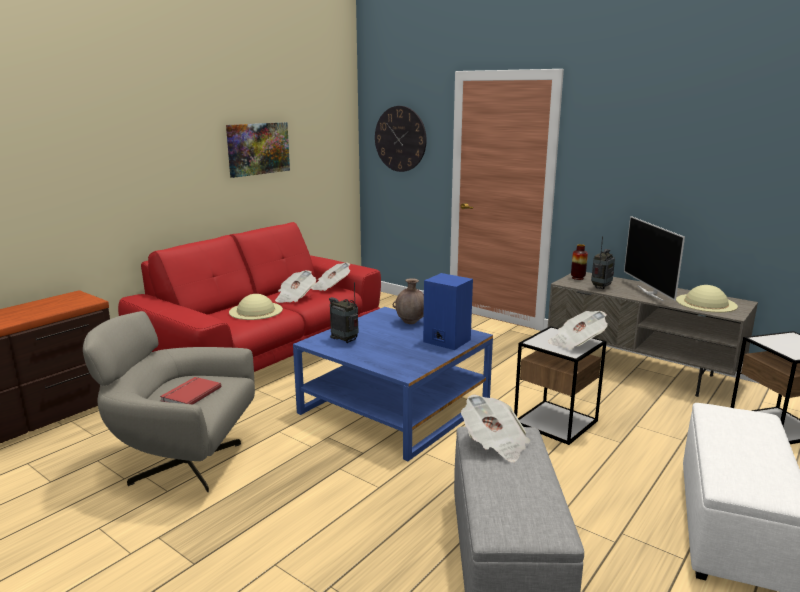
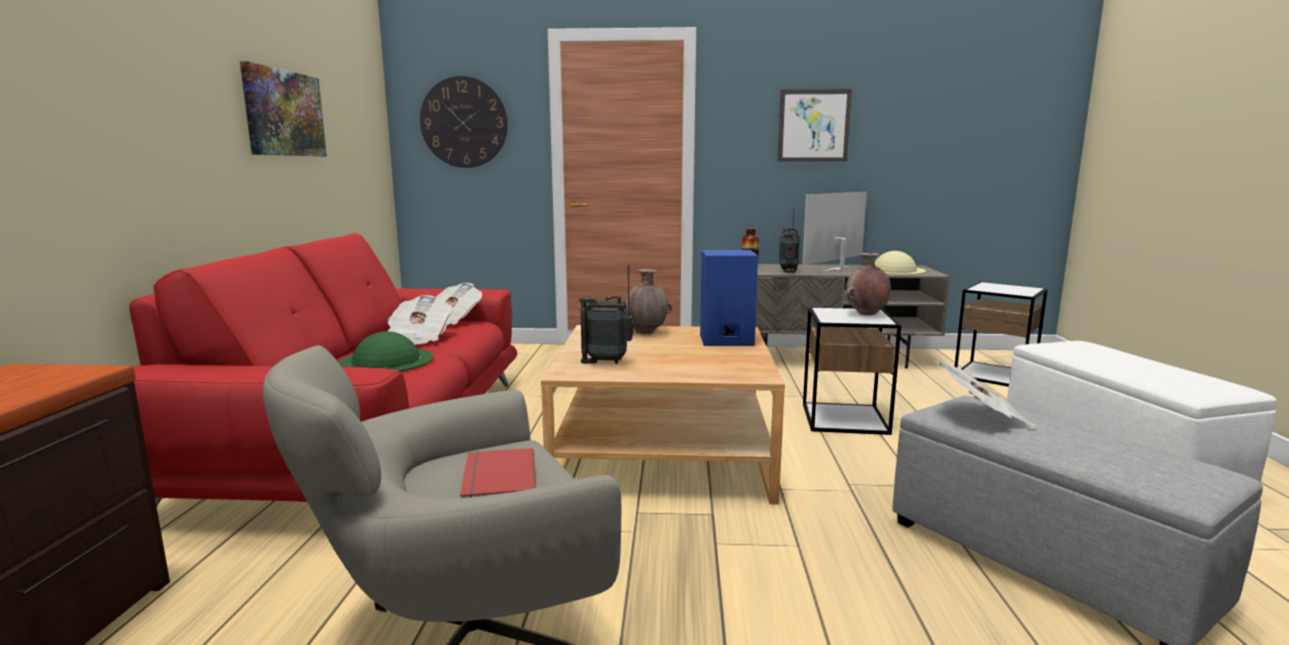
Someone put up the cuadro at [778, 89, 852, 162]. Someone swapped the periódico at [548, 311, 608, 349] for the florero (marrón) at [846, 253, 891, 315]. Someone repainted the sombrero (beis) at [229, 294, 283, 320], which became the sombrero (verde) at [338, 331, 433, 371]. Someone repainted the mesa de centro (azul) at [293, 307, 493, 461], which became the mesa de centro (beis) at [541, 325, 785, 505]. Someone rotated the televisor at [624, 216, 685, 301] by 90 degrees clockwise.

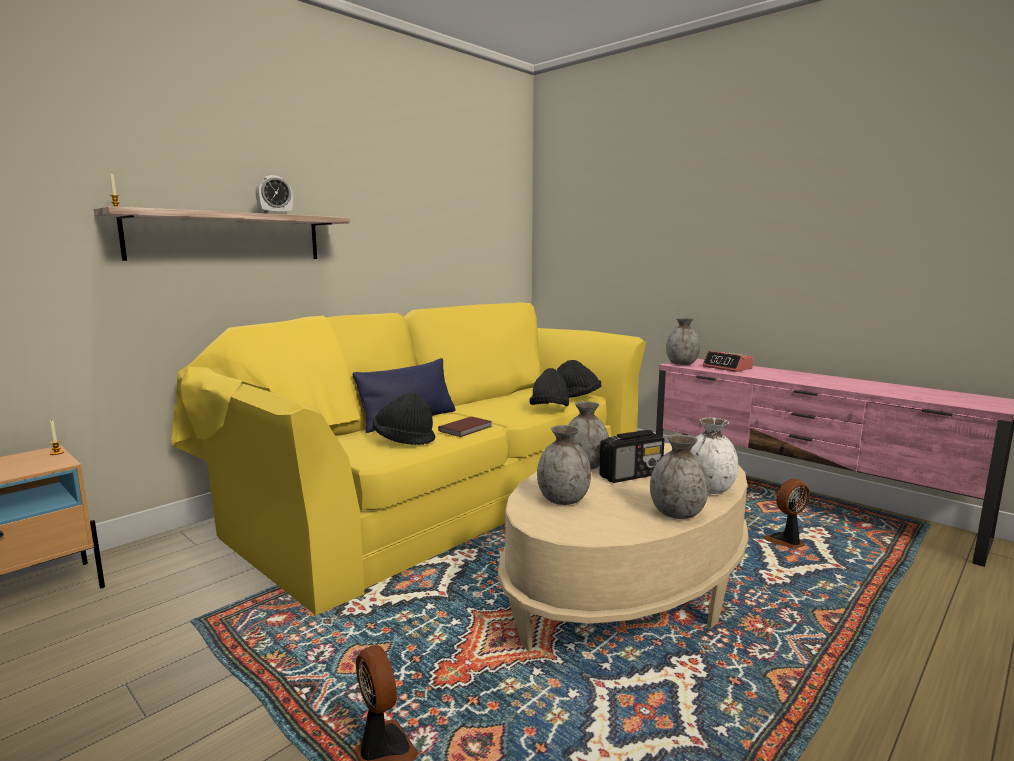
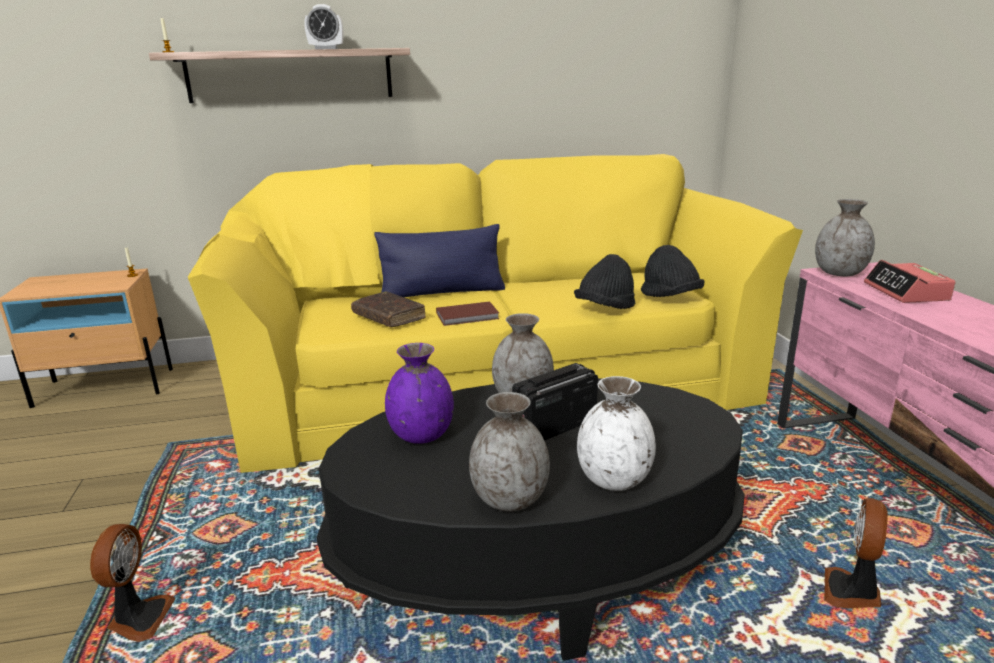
Someone swapped the sombrero (negro) at [373, 393, 435, 445] for the libro (marrón) at [351, 291, 426, 327]. Someone repainted the mesa de centro (beis) at [498, 443, 749, 651], which became the mesa de centro (negro) at [316, 378, 745, 661]. Someone repainted the florero (gris) at [537, 425, 591, 505], which became the florero (morado) at [385, 343, 454, 444]. Someone rotated the radio at [599, 430, 664, 483] by 135 degrees clockwise. Someone rotated the ventilador at [763, 479, 810, 549] by 75 degrees counterclockwise.

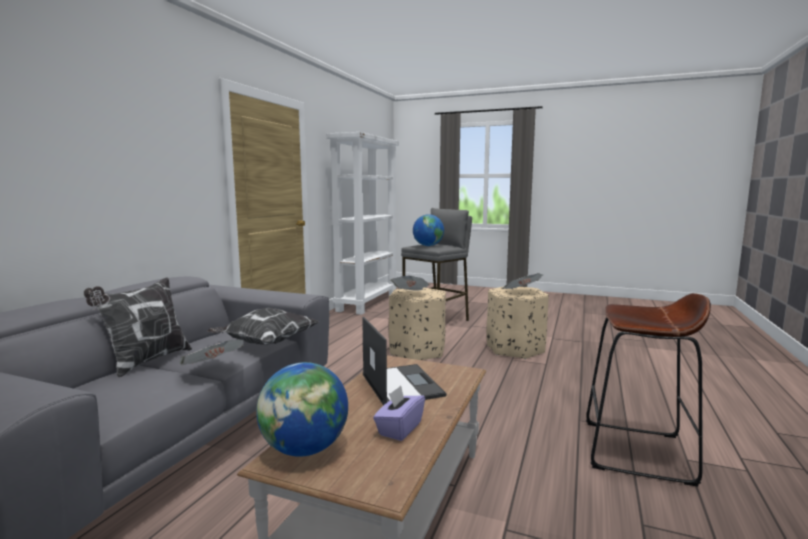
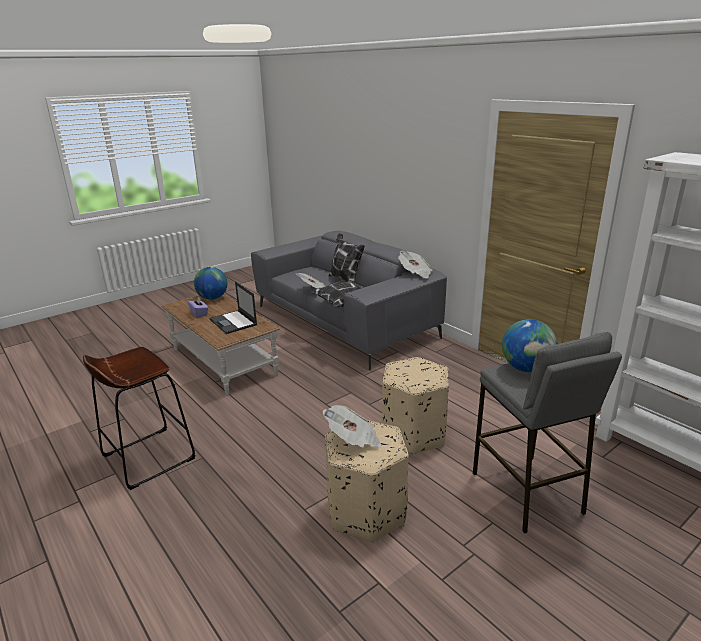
Someone carried the periódico from [390, 276, 430, 291] to [398, 251, 432, 278]. Someone rotated the portátil at [362, 317, 447, 405] by 45 degrees clockwise.

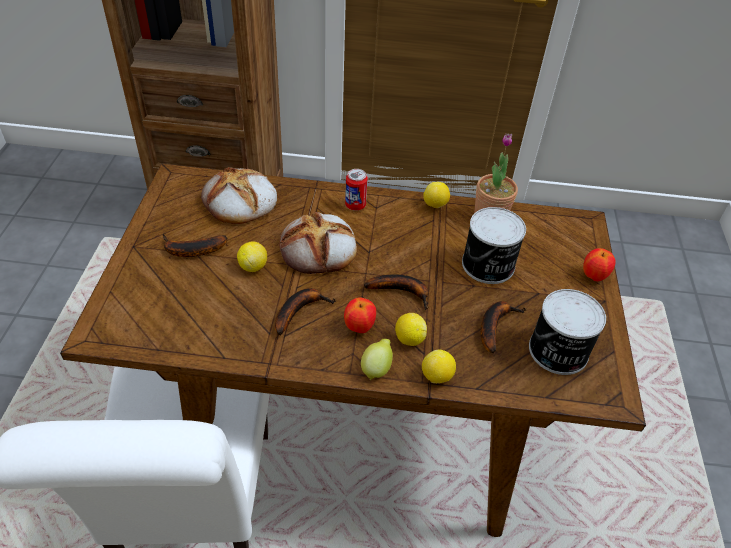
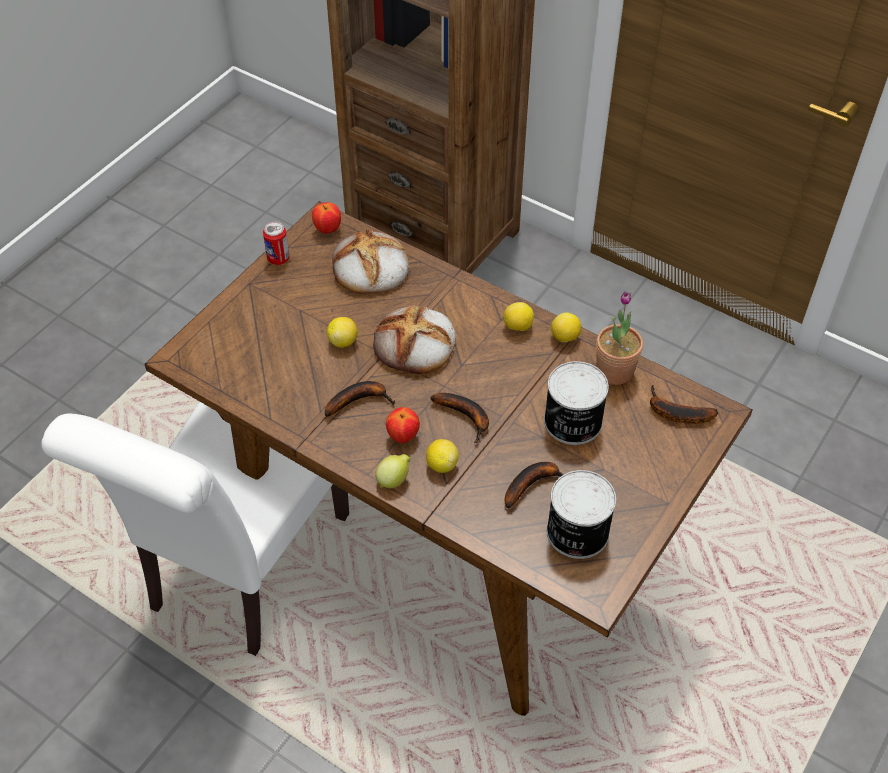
Someone carried the plátano from [163, 233, 228, 257] to [650, 384, 718, 424]. Someone carried the lata from [345, 169, 368, 211] to [263, 222, 290, 265]. Someone carried the limón from [422, 349, 456, 383] to [504, 302, 534, 331]. Someone carried the manzana from [583, 248, 616, 281] to [312, 202, 341, 234].

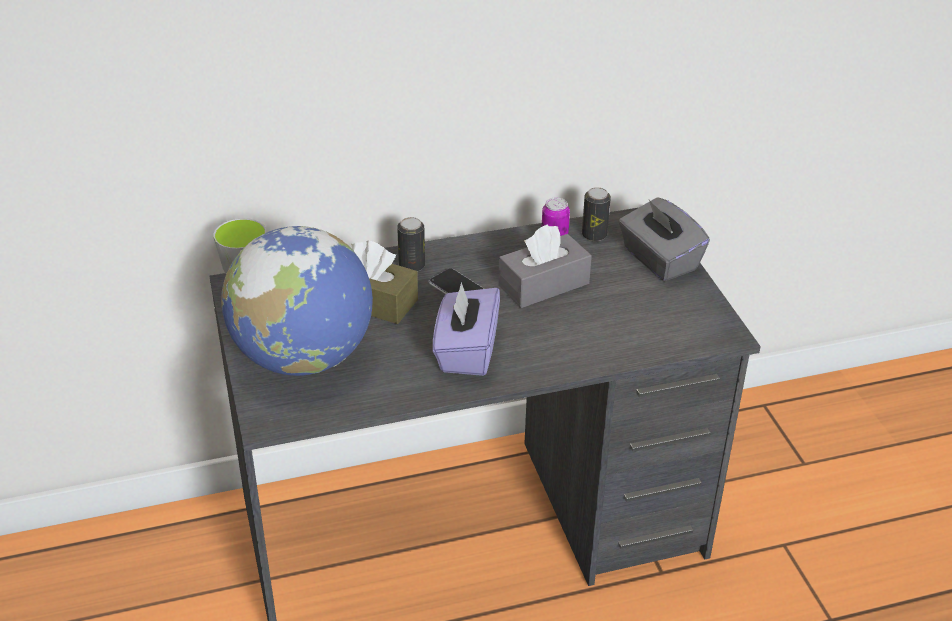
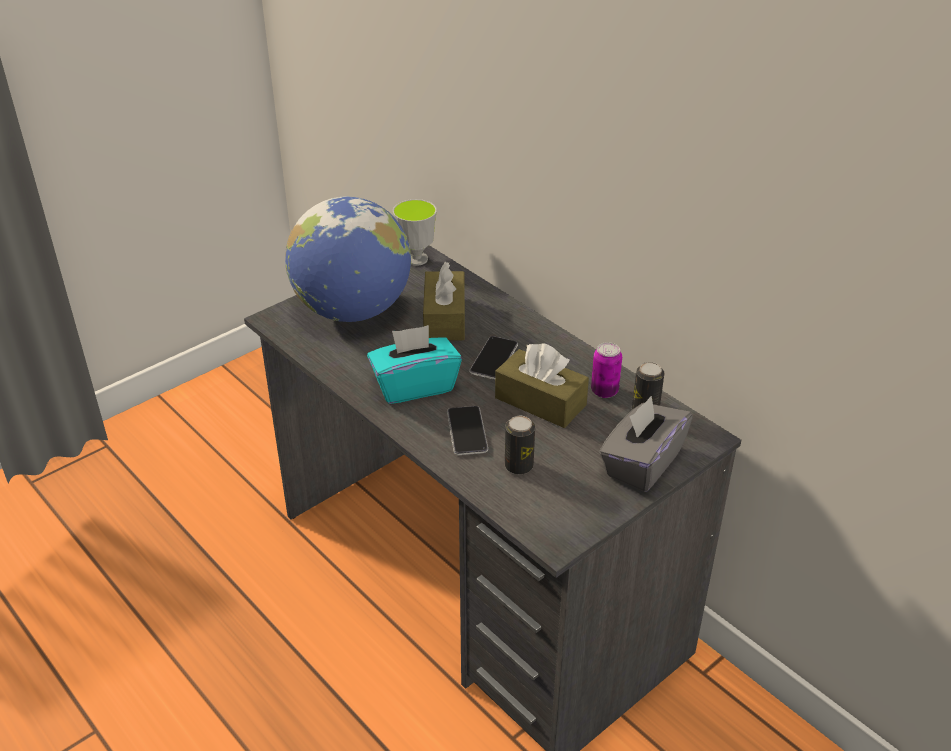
Someone put down the móvil at [447, 406, 488, 455]. Someone carried the lata from [397, 217, 425, 272] to [505, 416, 535, 475]. Someone repainted the caja de pañuelos (morado) at [433, 282, 500, 376], which became the caja de pañuelos (turquesa) at [367, 325, 462, 404]. Someone repainted the caja de pañuelos (gris) at [498, 224, 592, 308], which became the caja de pañuelos (marrón) at [495, 343, 589, 428].

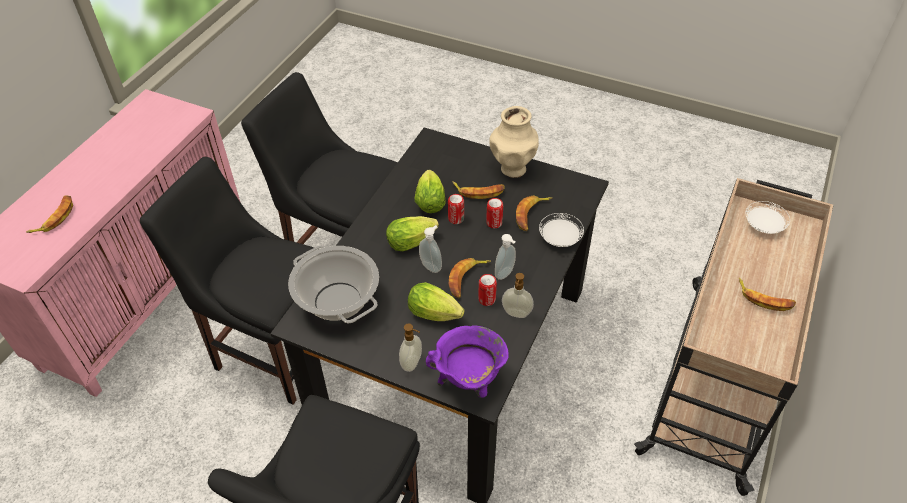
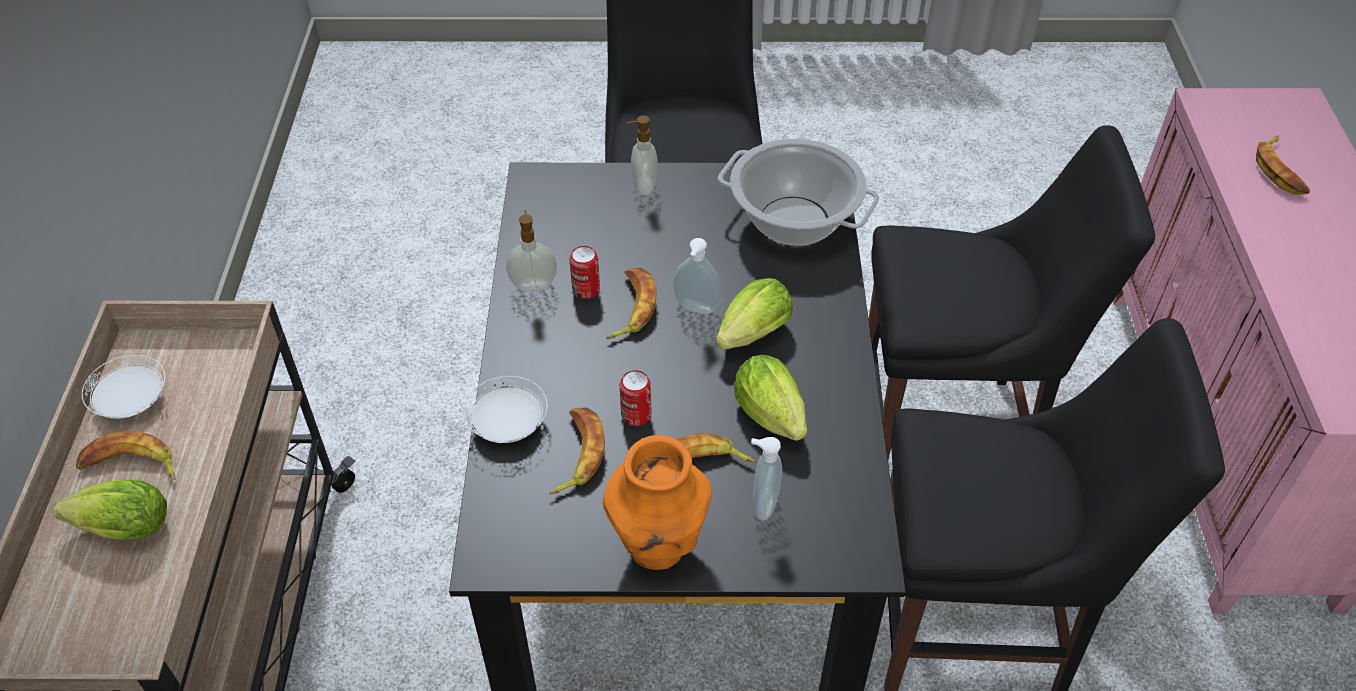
Someone took away the olla (morado) at [426, 325, 509, 398]. Someone took away the lata at [448, 194, 464, 224]. Someone carried the lechuga from [408, 282, 465, 321] to [54, 480, 167, 540]. Someone carried the dispensador de jabón from [495, 234, 516, 280] to [751, 437, 782, 520]. Someone carried the plato (blanco) from [746, 201, 790, 234] to [82, 355, 165, 419]. Someone repainted the florero (beis) at [489, 106, 539, 178], which became the florero (naranja) at [603, 435, 712, 570].

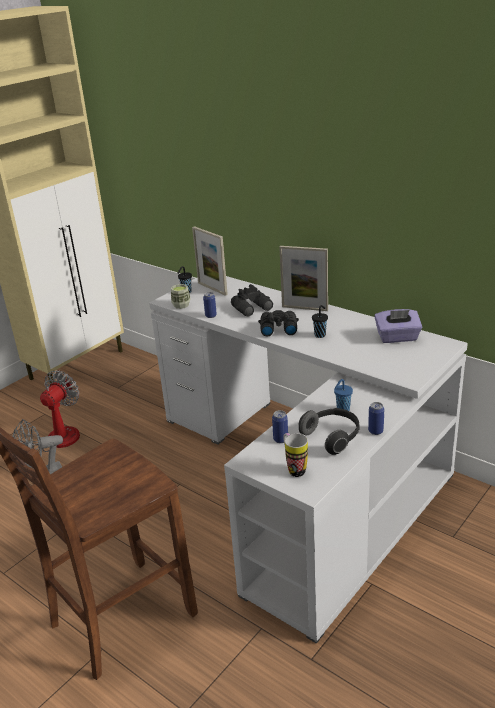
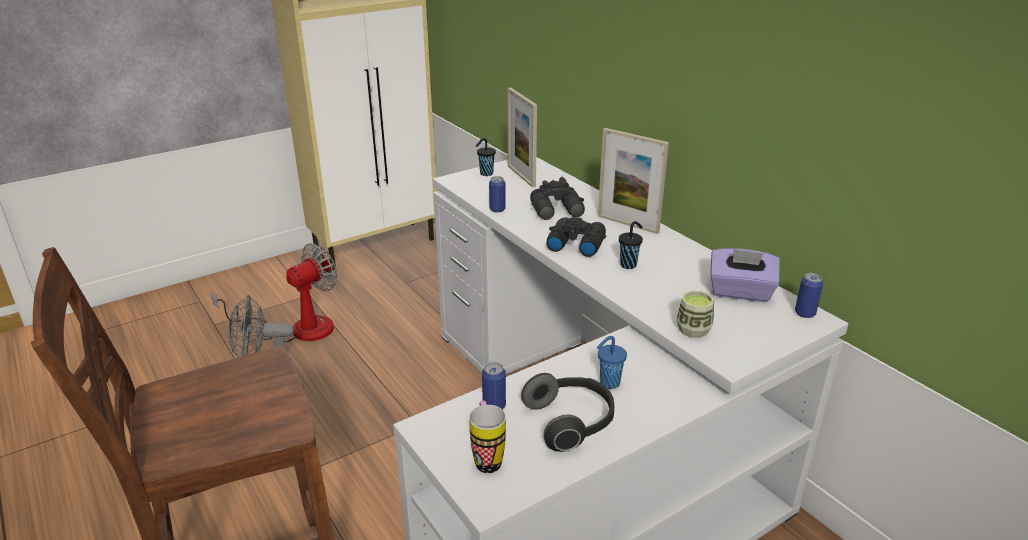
Someone carried the taza from [171, 284, 191, 309] to [676, 291, 714, 338]. Someone carried the lata from [368, 402, 384, 435] to [795, 273, 823, 318].

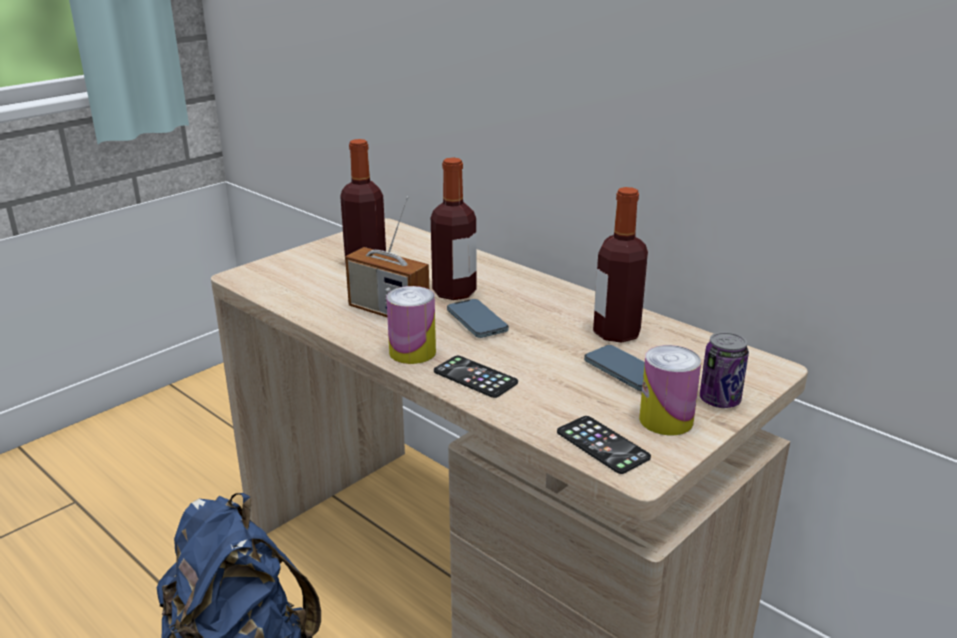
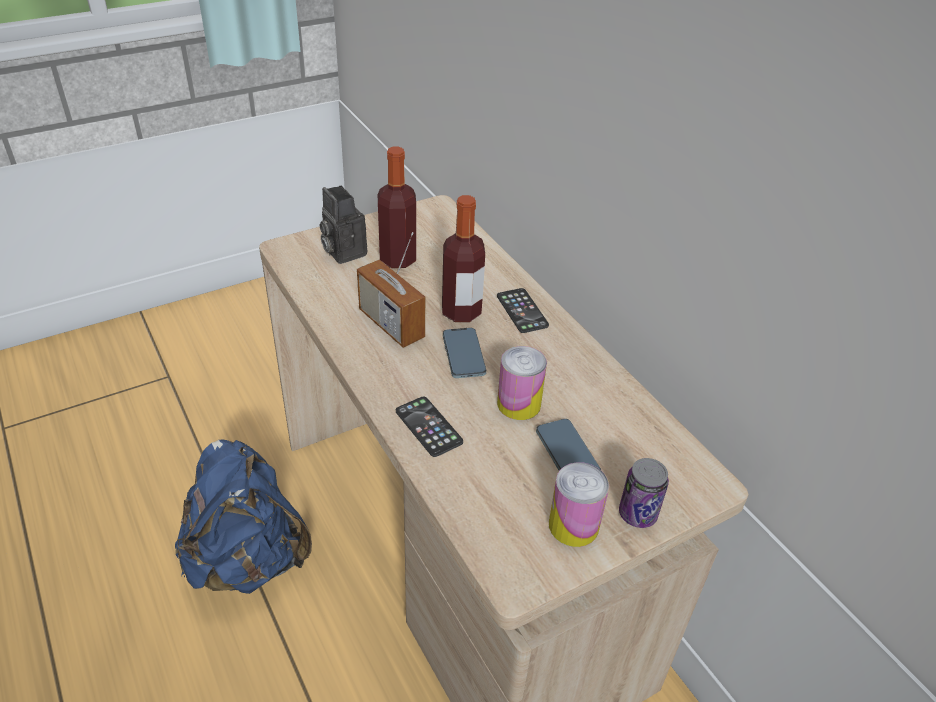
Someone took away the botella at [593, 187, 648, 343]. Someone put down the cámara at [320, 185, 367, 264]. Someone carried the lata from [386, 286, 436, 364] to [497, 346, 547, 420]. Someone carried the móvil from [557, 416, 651, 474] to [497, 288, 549, 333].

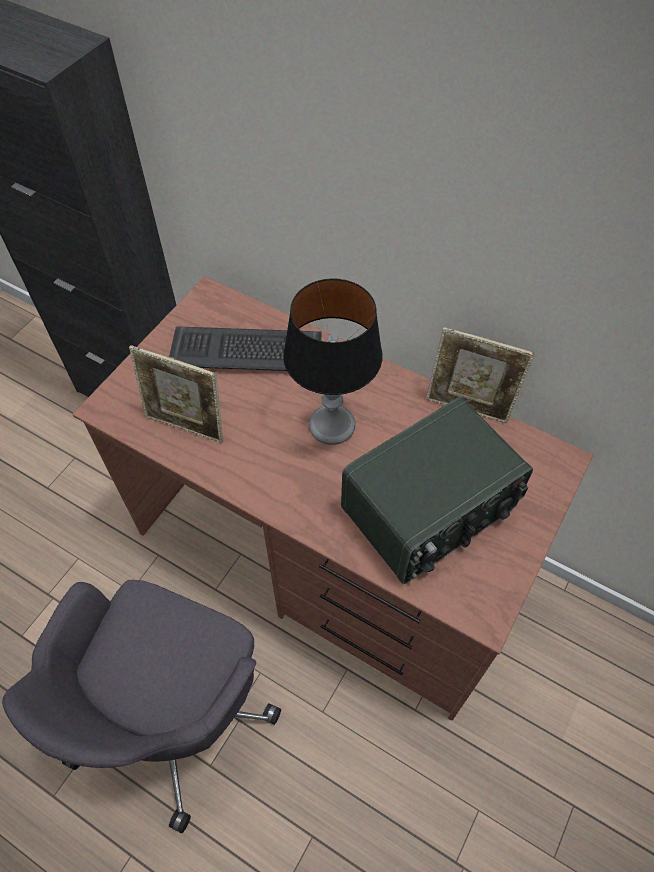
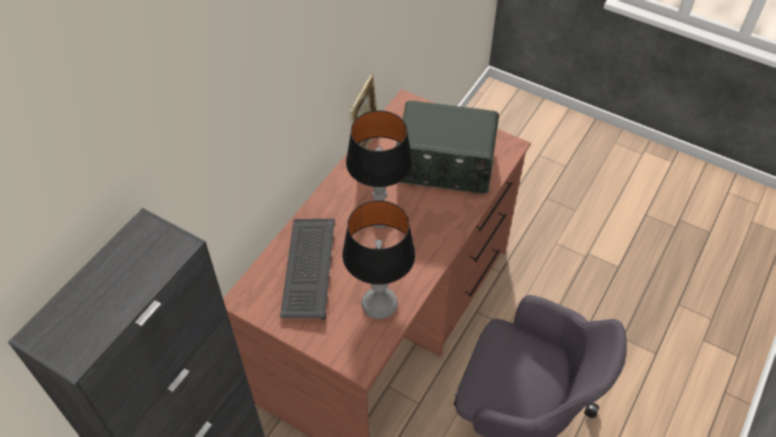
Someone swapped the portarretratos at [129, 345, 223, 443] for the lámpara de mesa at [342, 200, 416, 319]. Someone rotated the radio at [341, 397, 533, 584] by 135 degrees clockwise.

